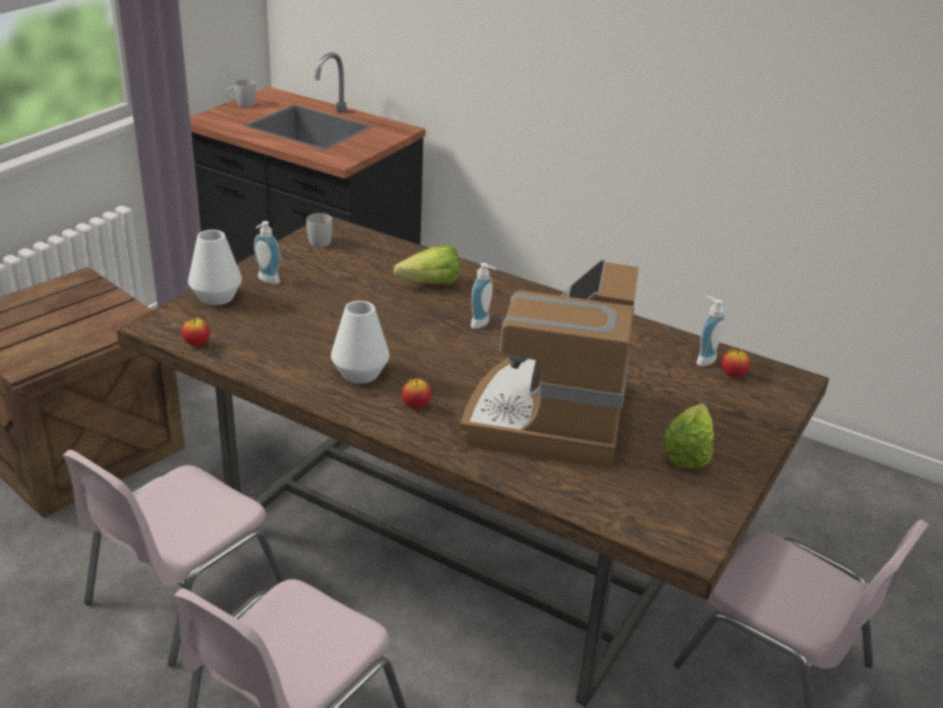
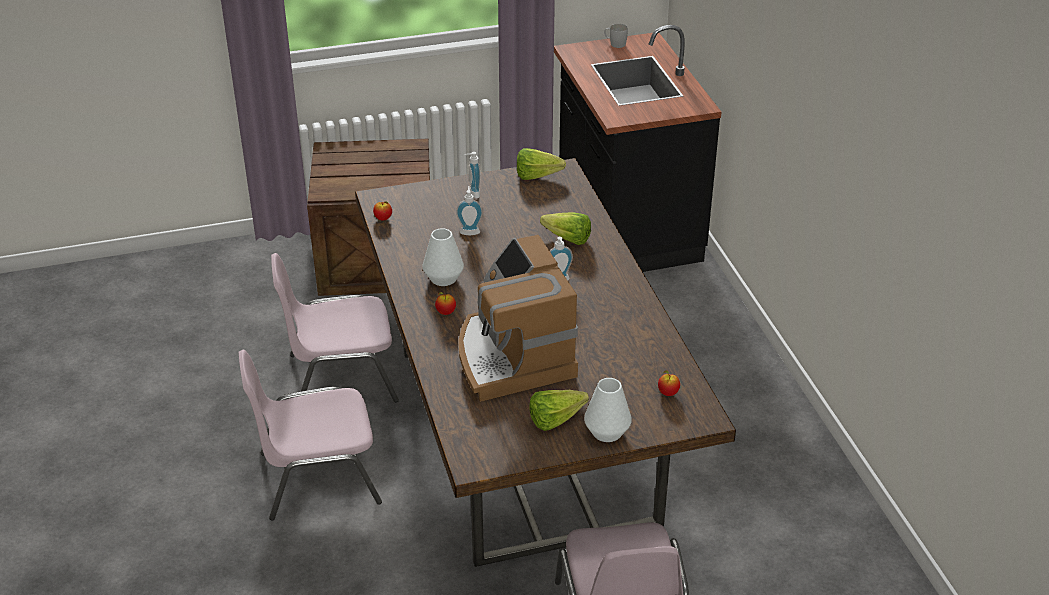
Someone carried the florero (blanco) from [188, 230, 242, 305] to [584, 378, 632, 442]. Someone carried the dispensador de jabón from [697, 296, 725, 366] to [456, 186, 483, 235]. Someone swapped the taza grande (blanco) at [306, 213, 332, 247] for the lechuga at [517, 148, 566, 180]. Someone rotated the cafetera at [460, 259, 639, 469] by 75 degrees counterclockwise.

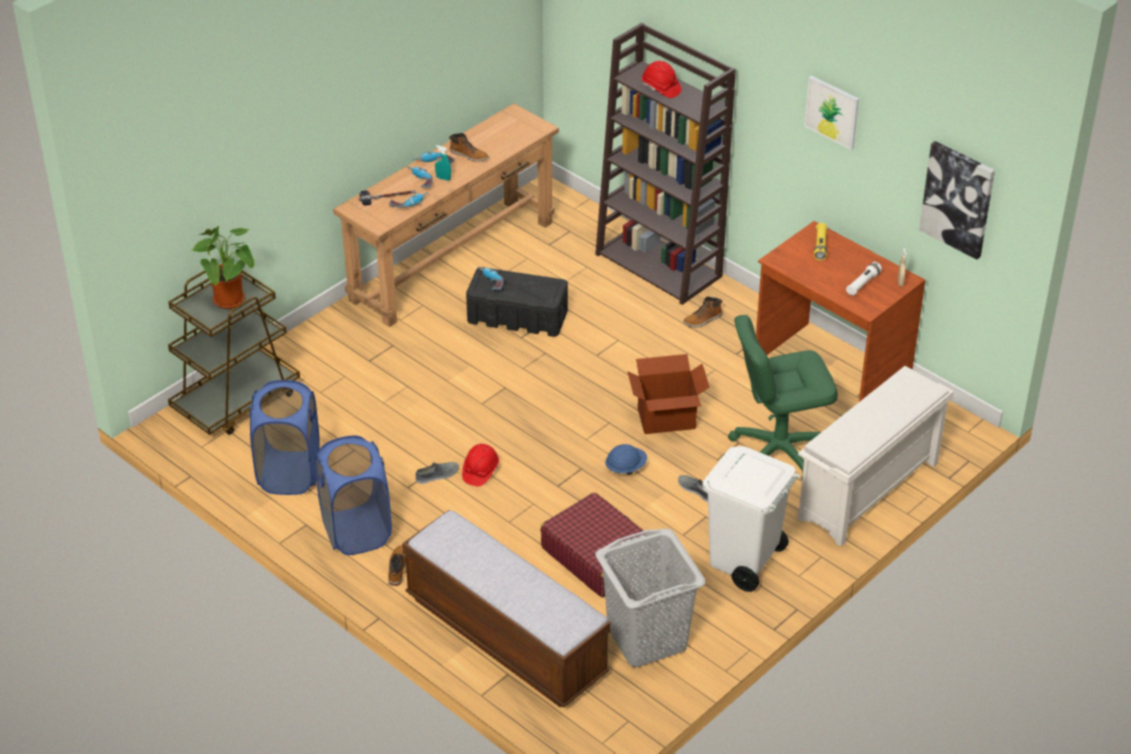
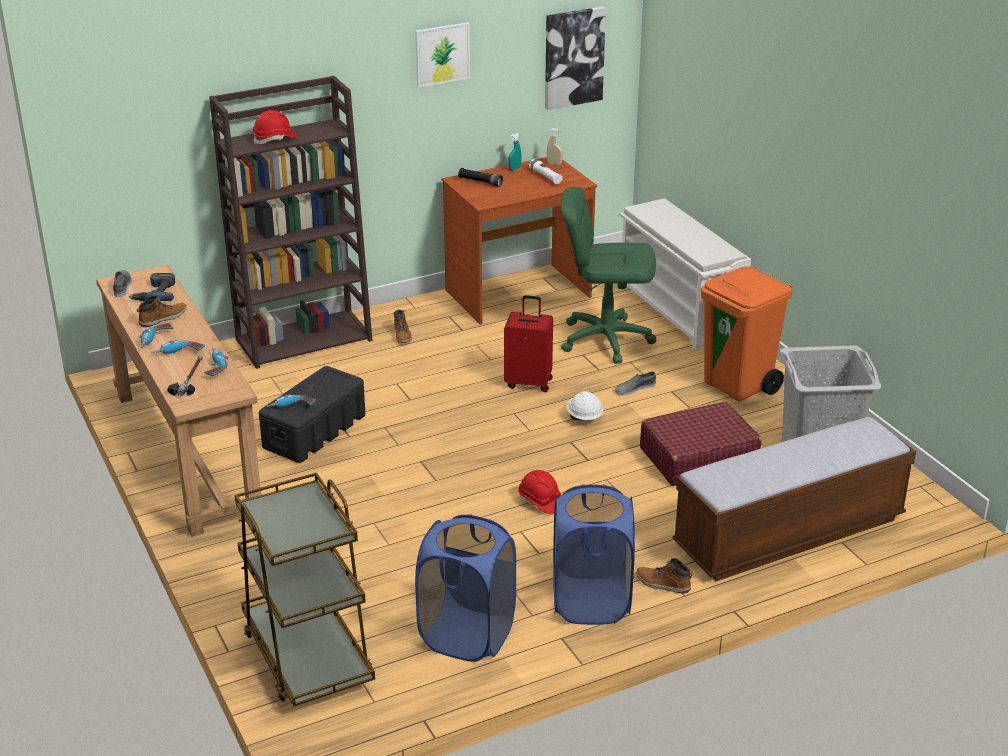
Someone took away the planta en maceta at [190, 226, 254, 309]. Someone put down the taladro at [128, 273, 175, 301]. Someone carried the zapato (gris) from [416, 462, 459, 484] to [113, 270, 132, 297]. Someone carried the pulverizador (turquesa) from [435, 145, 451, 181] to [508, 133, 521, 171]. Someone swapped the caja de cartón at [627, 354, 710, 434] for the maleta (rojo) at [504, 295, 553, 392]. Someone repainted the casco (azul) at [605, 444, 647, 475], which became the casco (blanco) at [566, 391, 603, 420]. Someone repainted the papelera (blanco) at [703, 446, 800, 592], which became the papelera (naranja) at [701, 266, 793, 401]. Someone repainted the linterna (amarillo) at [814, 223, 827, 260], which became the linterna (negro) at [458, 168, 503, 187]. Someone rotated the silla de oficina (verde) at [728, 315, 838, 476] by 90 degrees clockwise.

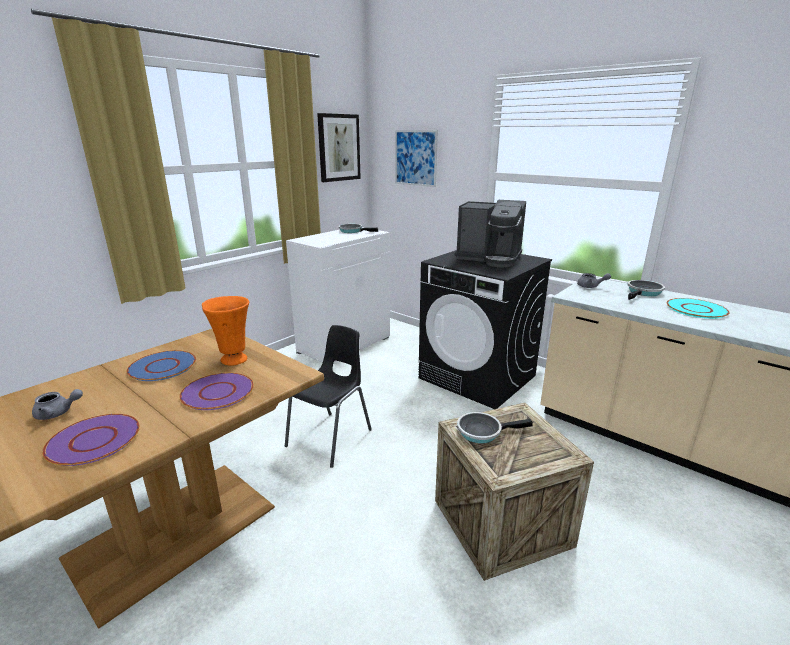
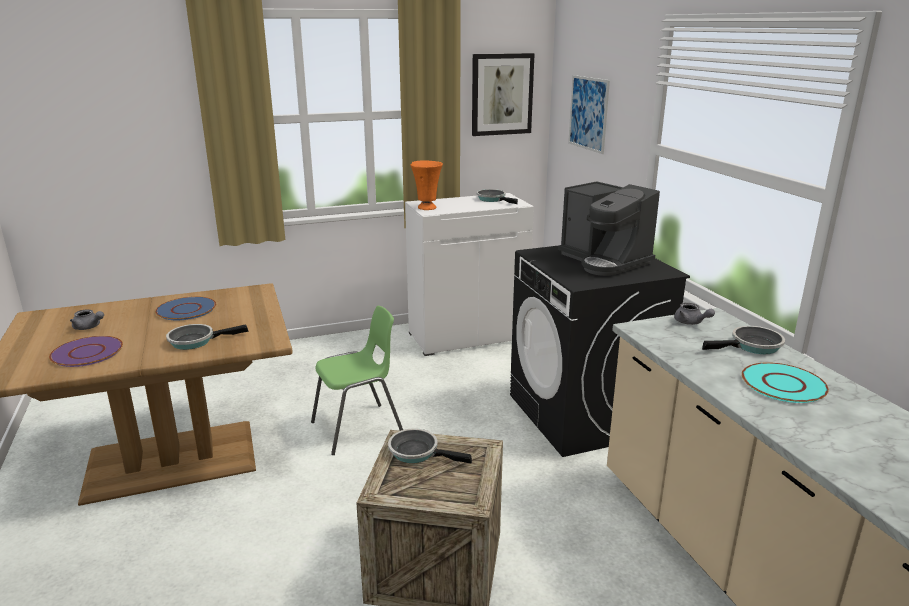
Someone carried the florero (naranja) from [202, 296, 249, 366] to [410, 160, 443, 210]. Someone swapped the plato (morado) at [179, 373, 254, 410] for the sartén at [166, 324, 249, 350]. Someone repainted the silla (negro) at [285, 325, 372, 468], which became the silla (verde) at [311, 306, 403, 455].

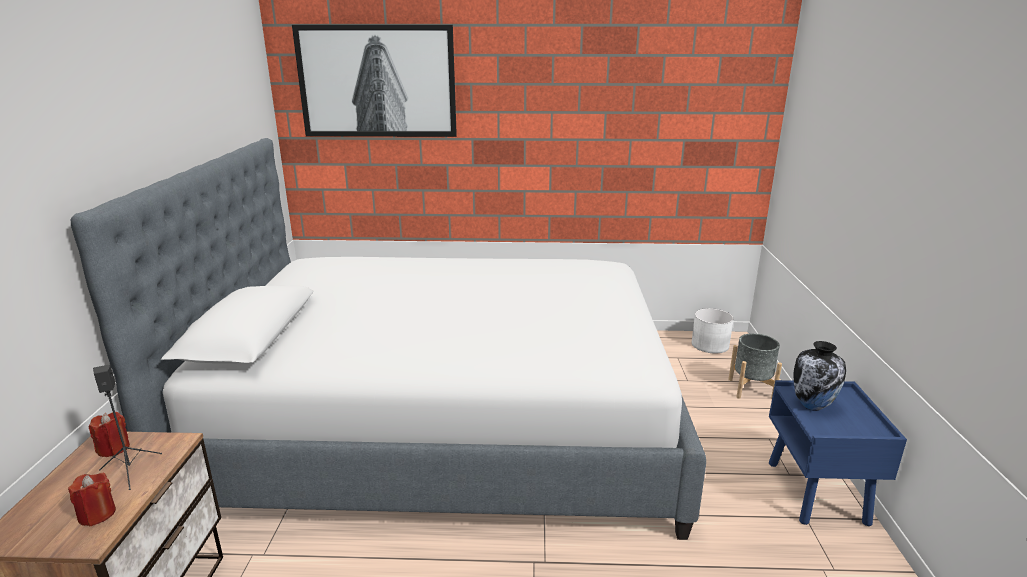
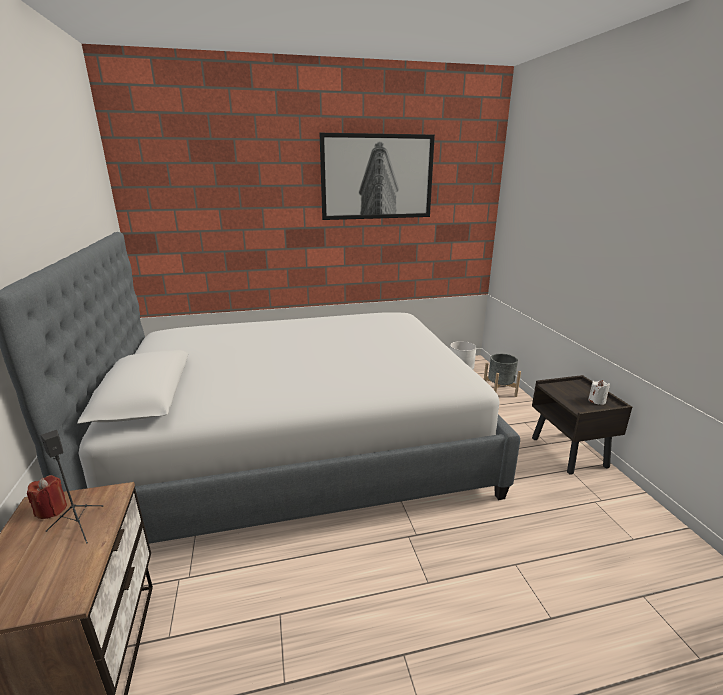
Someone took away the vela (rojo) at [68, 473, 116, 526]. Someone took away the florero at [794, 341, 846, 411]. Someone put down the vela (blanco) at [588, 380, 610, 405]. Someone carried the cuadro from [292, 25, 457, 137] to [319, 133, 435, 220]. Someone repainted the mesita de noche (azul) at [769, 380, 907, 526], which became the mesita de noche (marrón) at [532, 375, 632, 475].

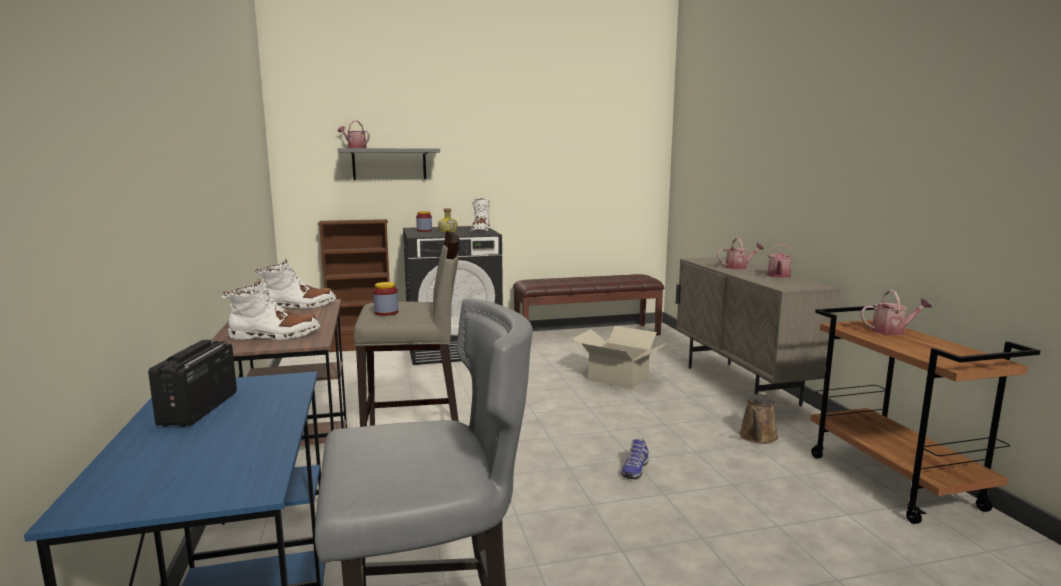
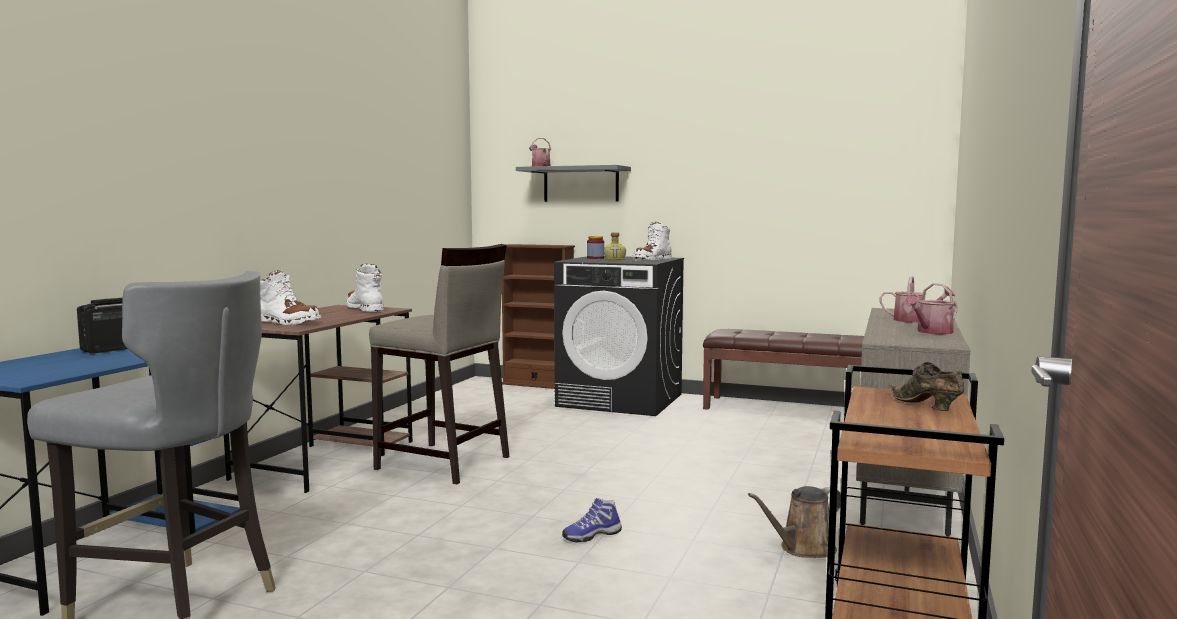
Someone took away the tarro at [373, 282, 398, 316]. Someone took away the caja de cartón at [572, 326, 668, 389]. Someone swapped the regadera at [861, 290, 932, 336] for the zapato (marrón) at [890, 362, 965, 411]. Someone rotated the bota (blanco) at [255, 258, 336, 309] by 150 degrees counterclockwise.

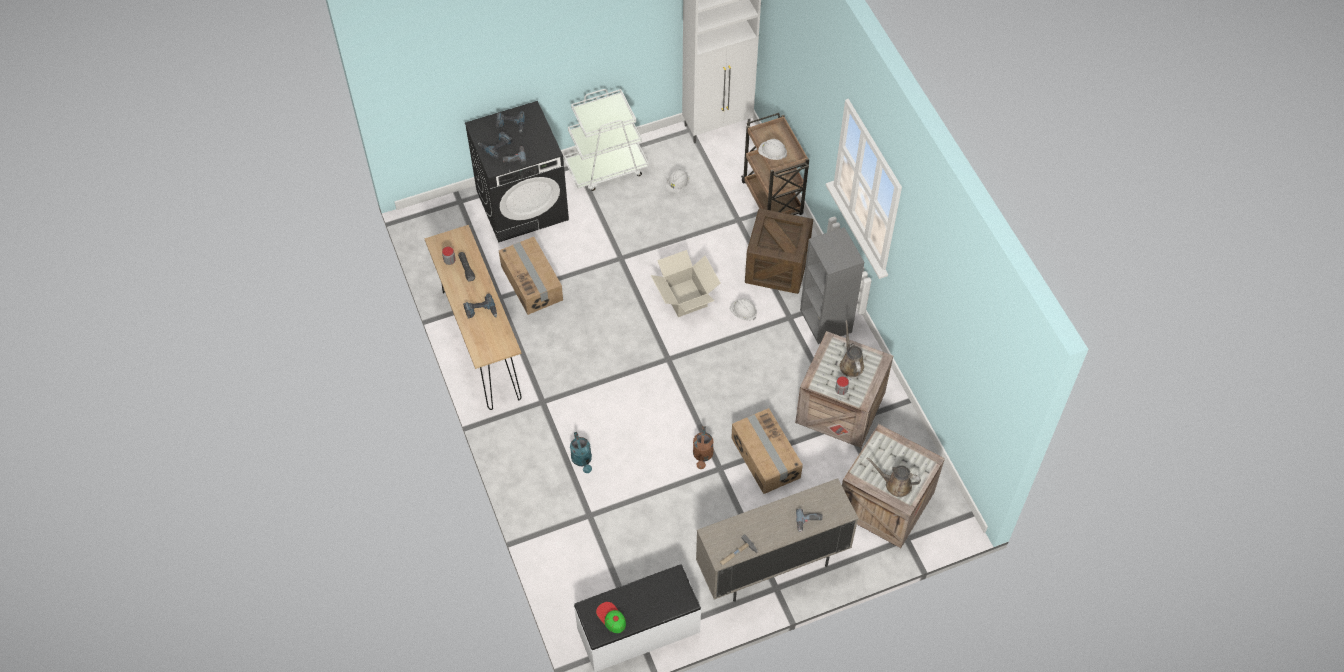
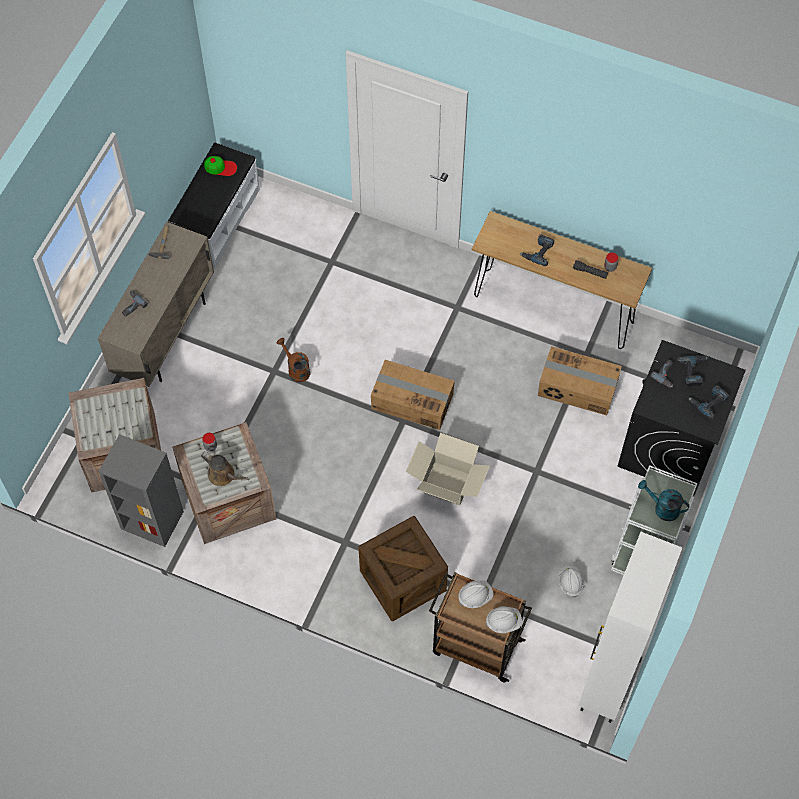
Someone took away the regadera (marrón) at [867, 457, 921, 497]. Someone carried the regadera (turquesa) from [570, 432, 592, 473] to [638, 480, 689, 521]. Someone carried the casco (blanco) from [729, 298, 757, 321] to [486, 606, 522, 633]. Someone carried the caja de cartón from [731, 408, 803, 494] to [371, 360, 455, 430]. Someone carried the estantería (gris) from [800, 227, 864, 344] to [98, 434, 184, 547].

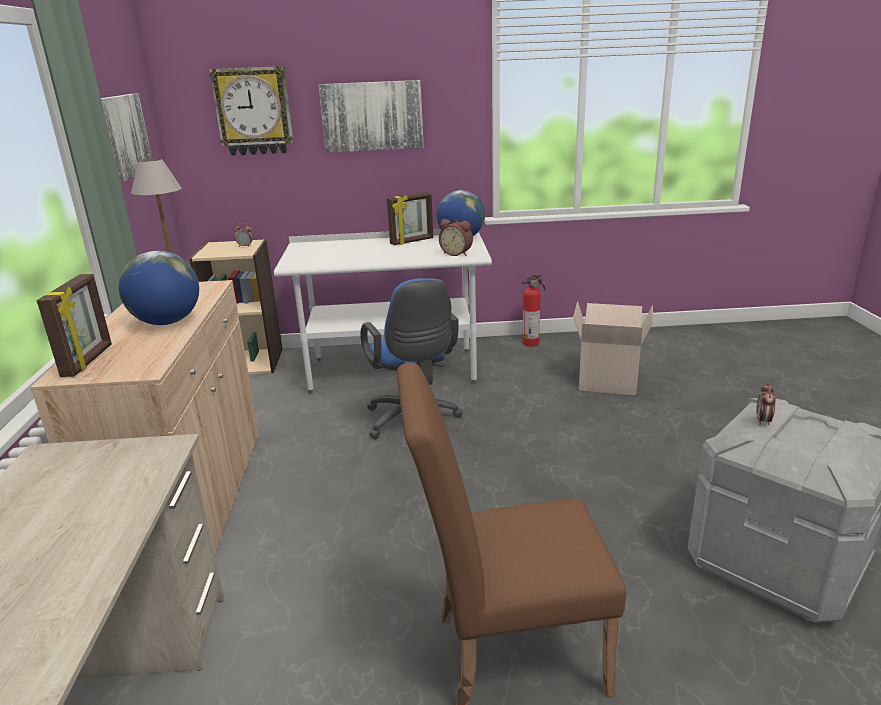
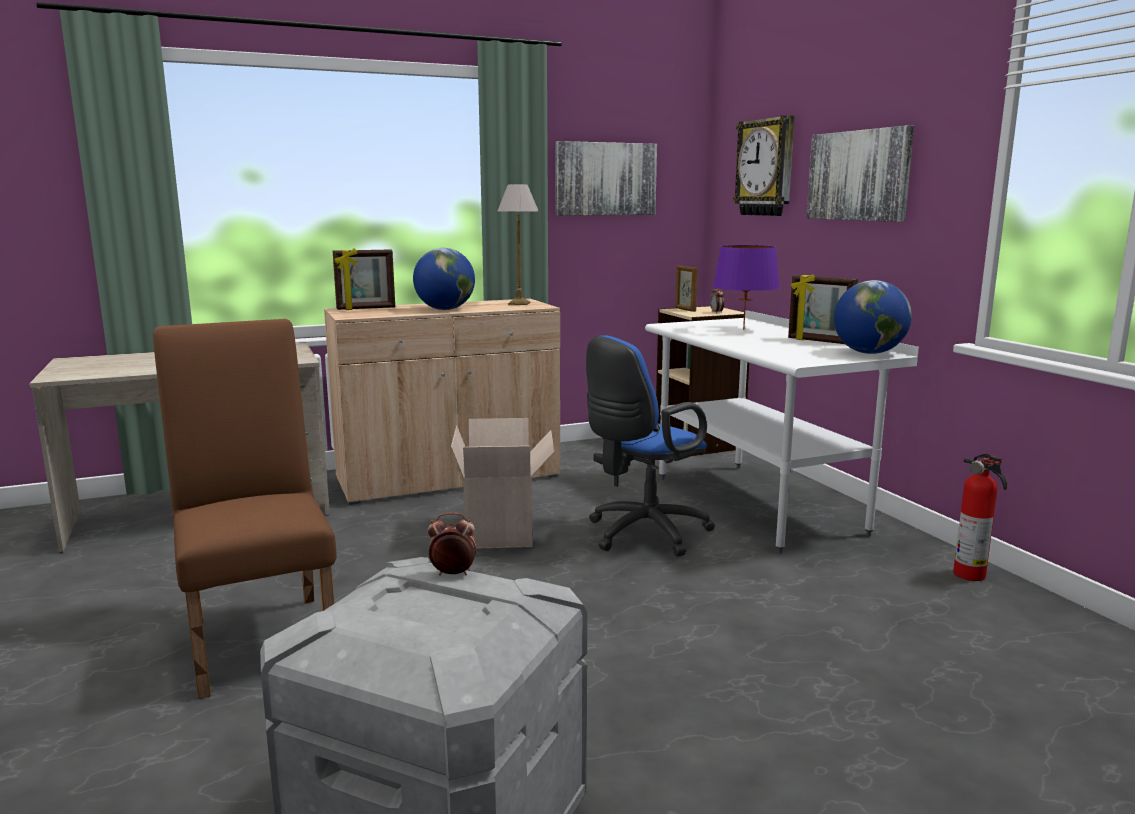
Someone took away the despertador at [439, 219, 473, 256]. Someone put down the portarretratos at [675, 266, 698, 312]. Someone put down the lámpara de mesa (morado) at [713, 245, 780, 330]. Someone carried the caja de cartón from [573, 301, 653, 395] to [451, 418, 554, 549].

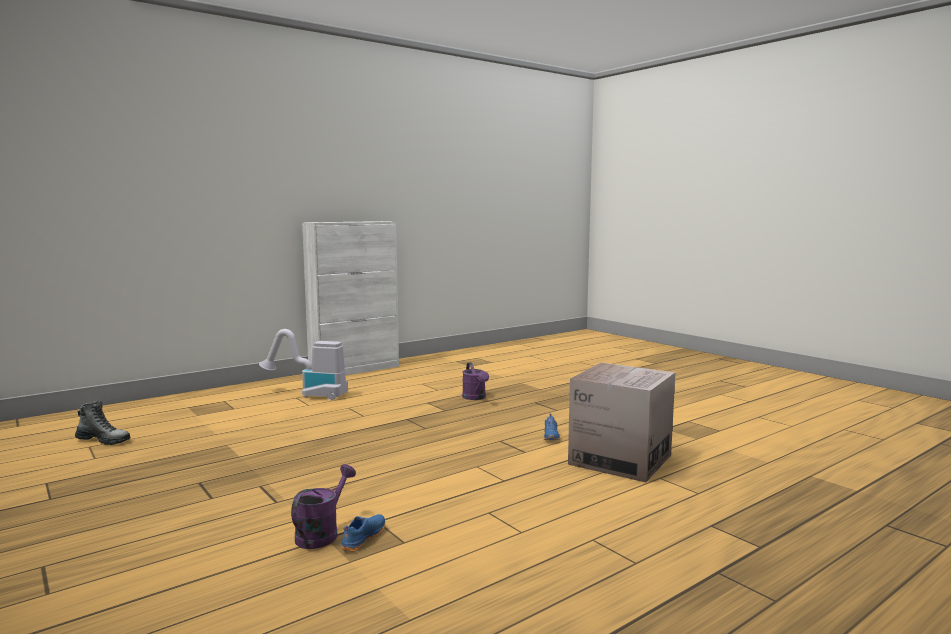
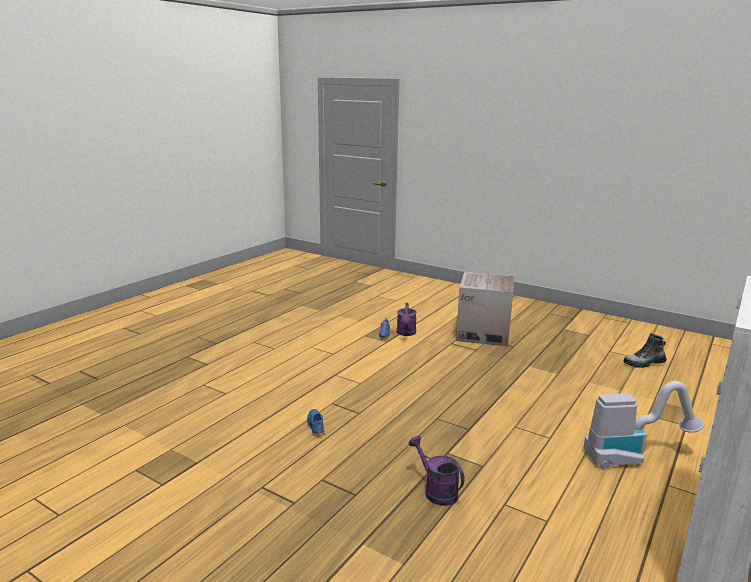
Someone carried the caja de cartón from [568, 363, 675, 482] to [456, 272, 514, 347].

